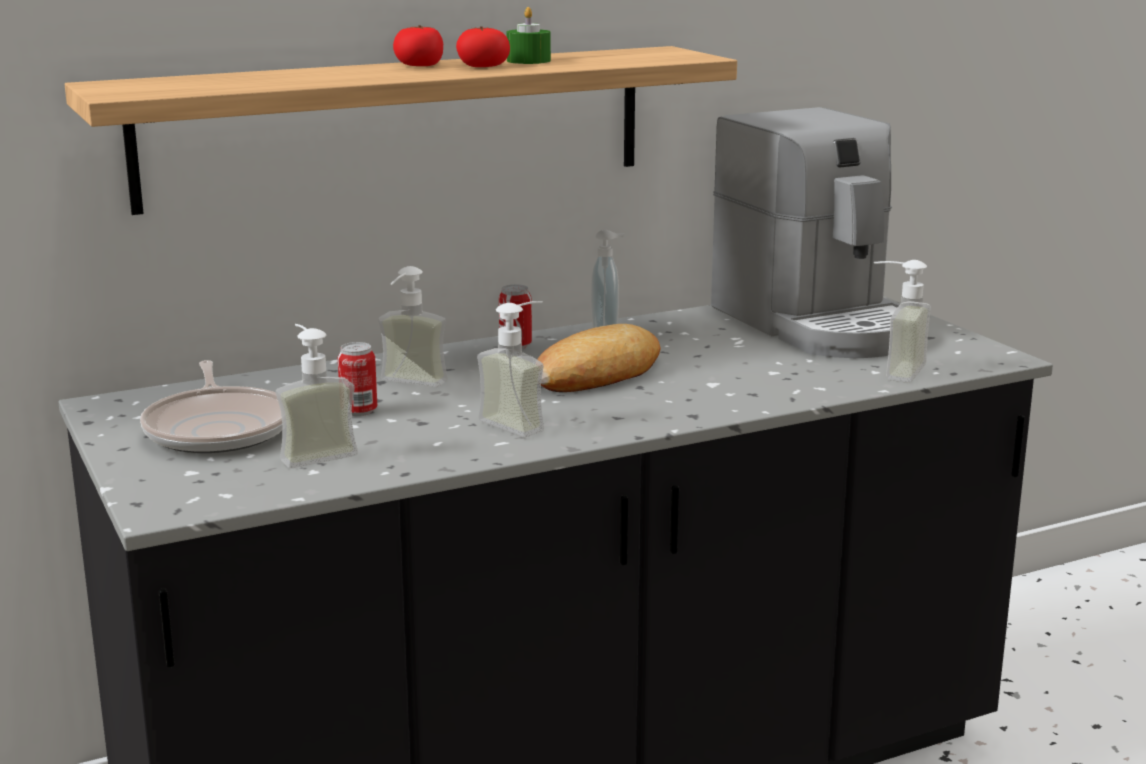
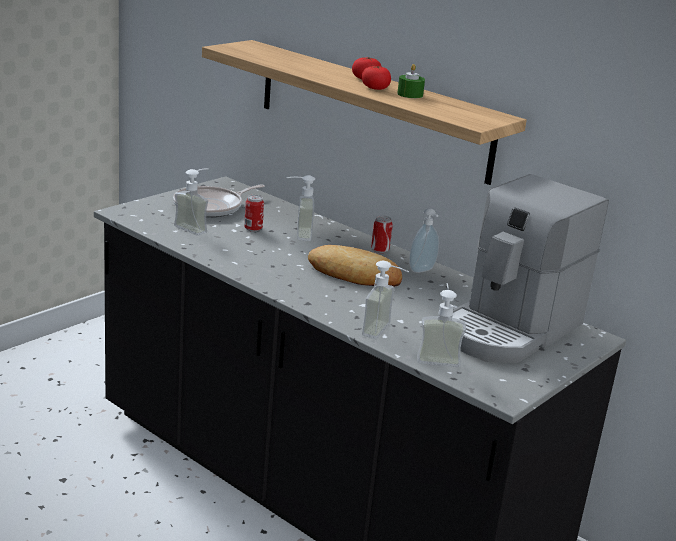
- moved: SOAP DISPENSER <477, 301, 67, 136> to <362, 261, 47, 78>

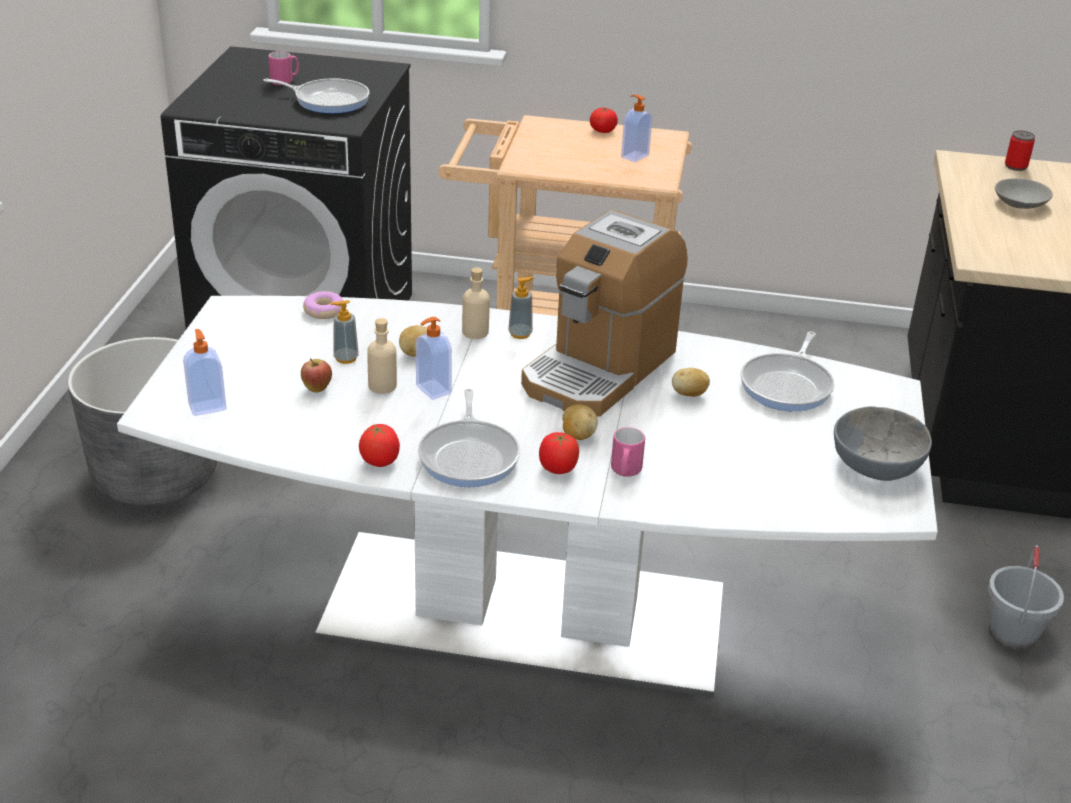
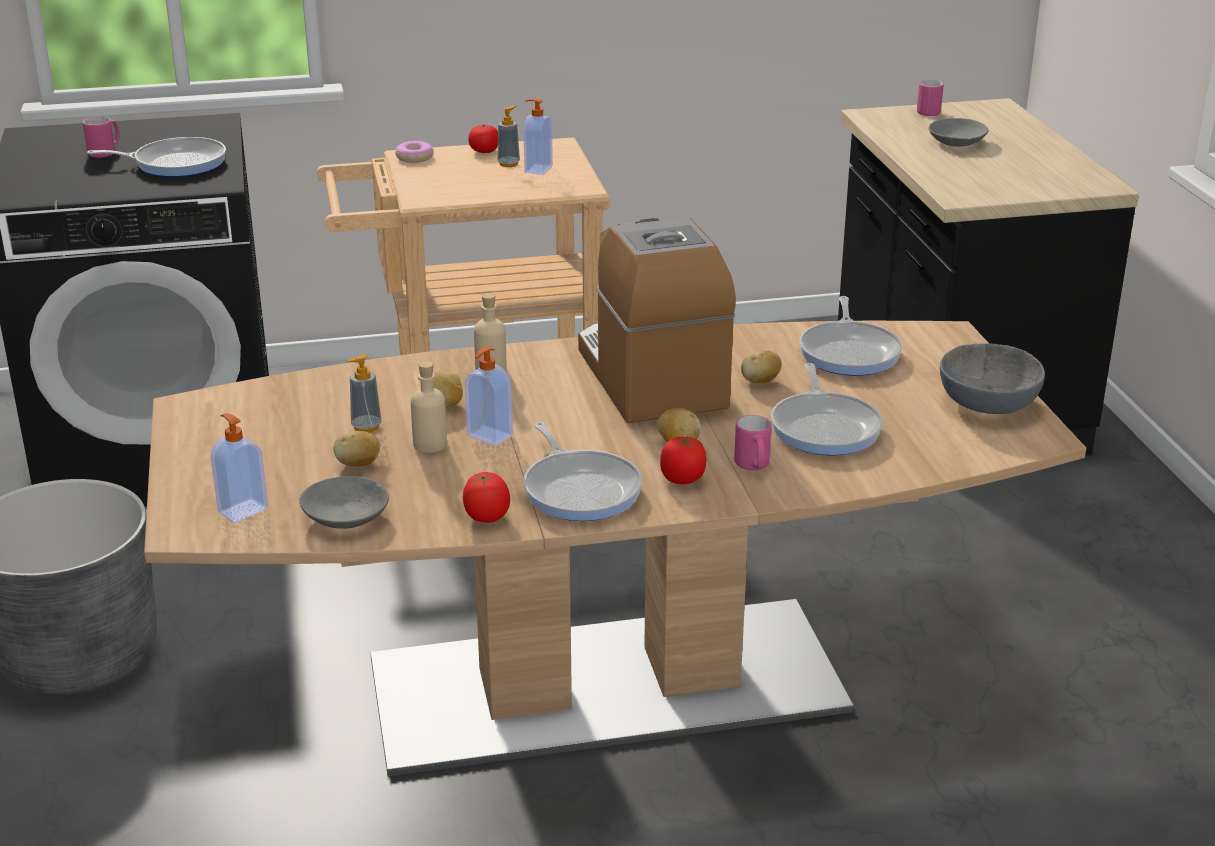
- recoloured: WHITE DINING TABLE <117, 296, 821, 401> to BROWN DINING TABLE <144, 321, 942, 456>
- replaced: APPLE <301, 359, 31, 33> to POTATO <333, 431, 47, 35>
- moved: DONUT <303, 291, 41, 28> to <395, 141, 39, 22>
- moved: SOAP DISPENSER <508, 277, 26, 62> to <498, 106, 22, 61>
- turned: COFFEE MACHINE <521, 210, 167, 207> = <578, 217, 158, 206> 150 degrees clockwise
- removed: GREY BUCKET <988, 545, 76, 105>
- replaced: CAN <1005, 130, 30, 41> to PINK MUG <917, 80, 27, 36>
- added: GREY BOWL <300, 476, 89, 53>
- added: FRYING PAN <771, 363, 112, 92>

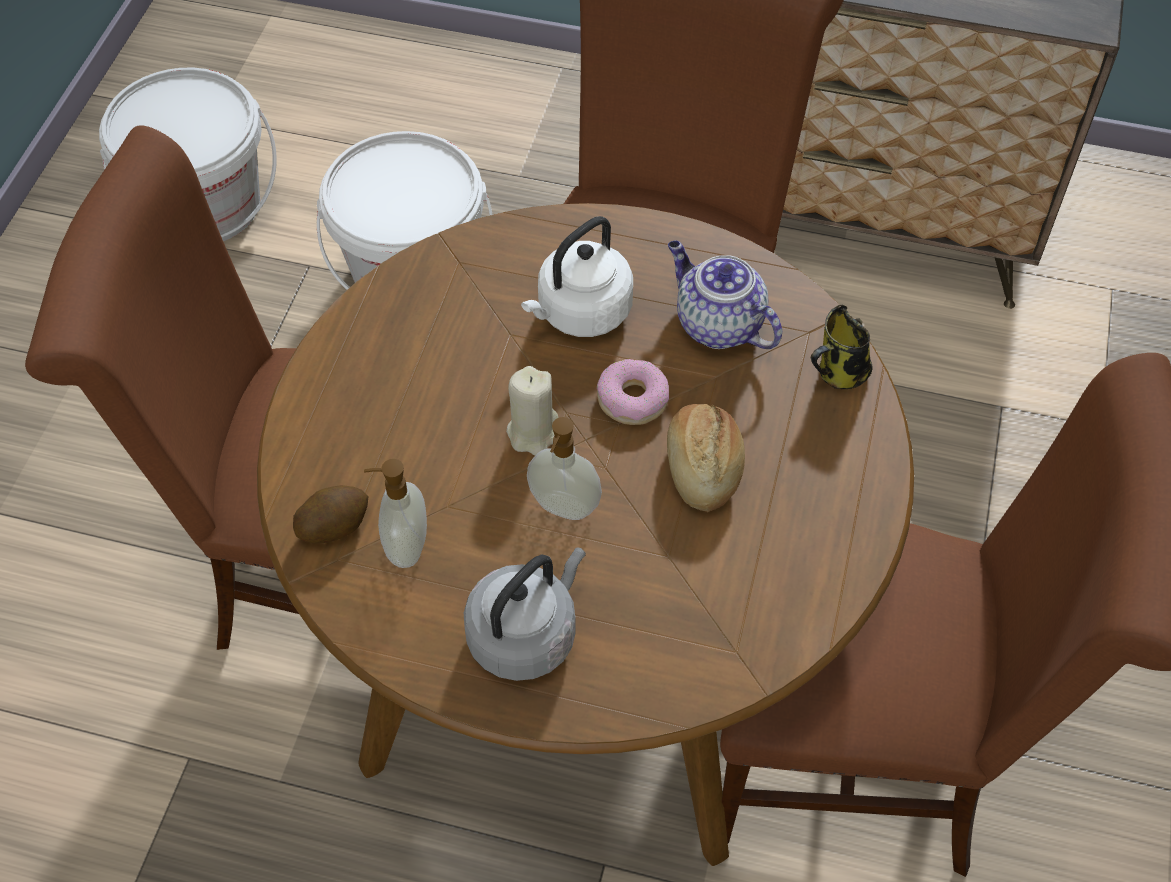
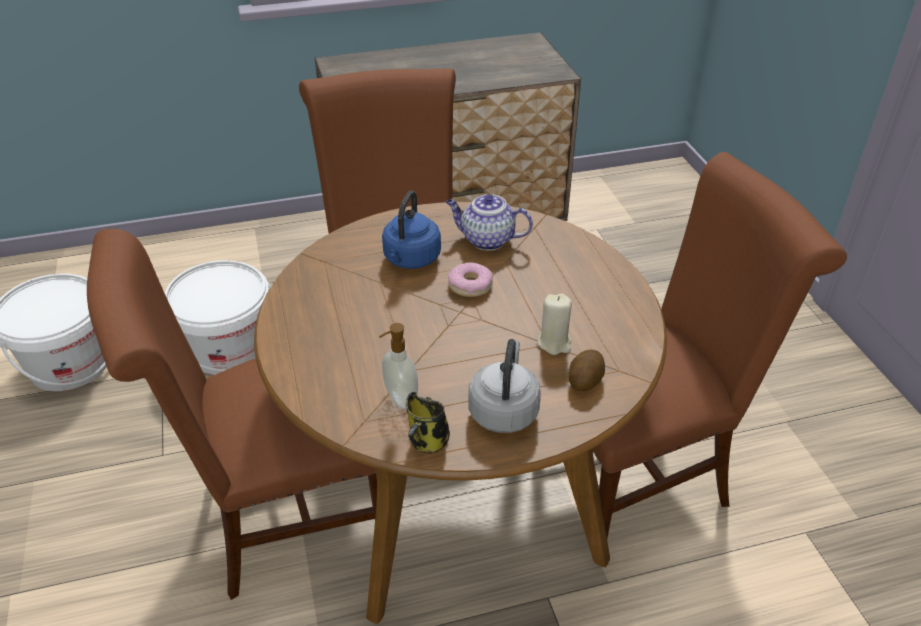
- moved: POTATO <293, 485, 76, 59> to <569, 350, 36, 41>
- moved: BEIGE CANDLE <506, 366, 53, 90> to <538, 293, 34, 62>
- recoloured: WHITE KETTLE <521, 216, 112, 121> to BLUE KETTLE <382, 191, 59, 78>
- removed: SOAP DISPENSER <527, 417, 75, 103>
- removed: BREAD <667, 404, 78, 108>
- moved: MUG <811, 304, 62, 85> to <406, 392, 44, 62>

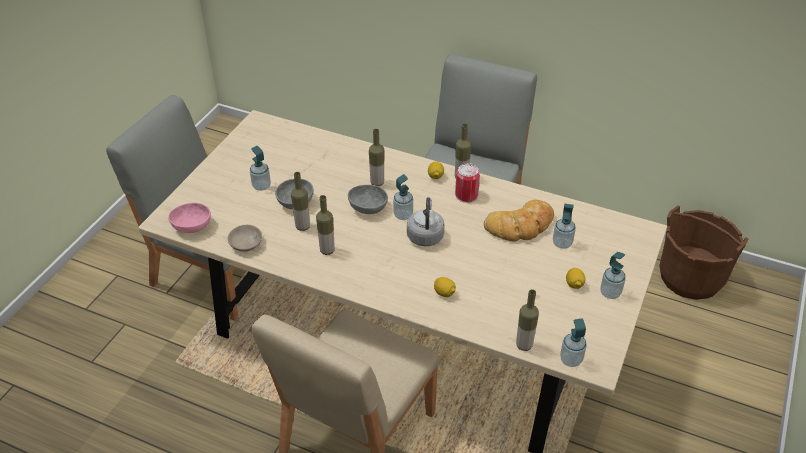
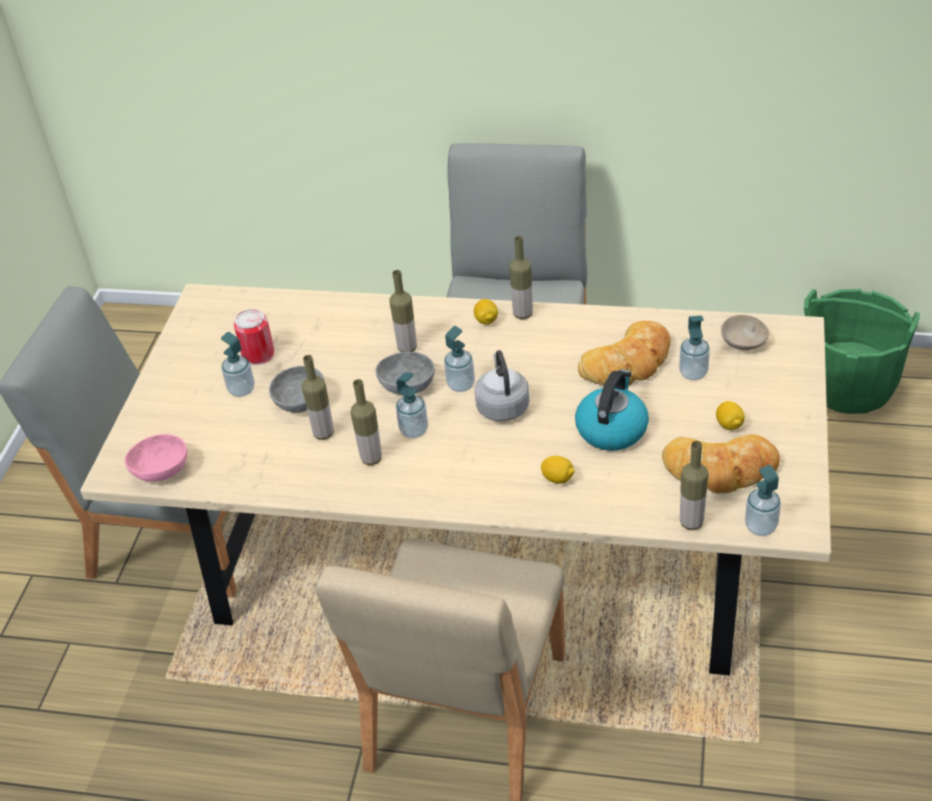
- moved: BEIGE BOWL <228, 225, 34, 26> to <721, 315, 48, 35>
- moved: CAN <455, 163, 25, 40> to <234, 309, 40, 56>
- moved: SOAP DISPENSER <600, 252, 26, 47> to <396, 372, 32, 66>
- recoloured: BROWN BUCKET <659, 206, 89, 94> to GREEN BUCKET <804, 289, 116, 125>
- added: KETTLE <575, 369, 74, 82>
- added: BREAD <662, 434, 118, 59>

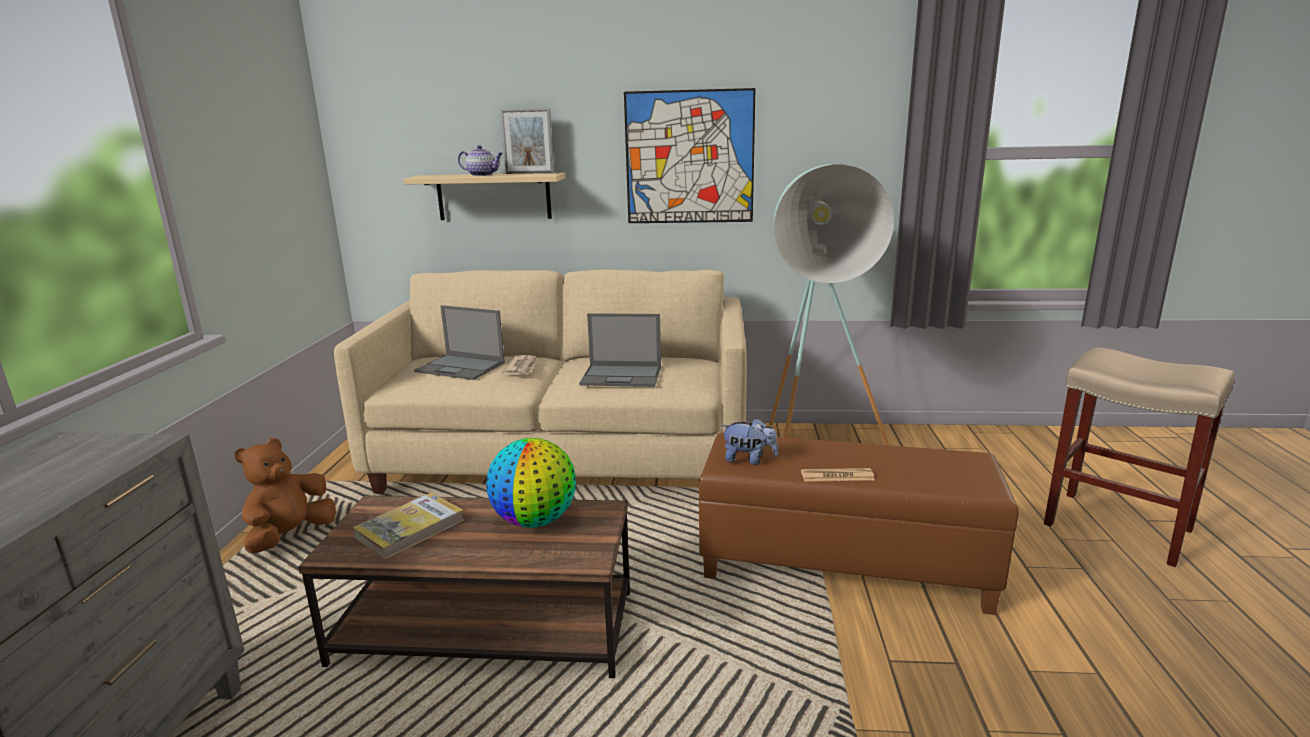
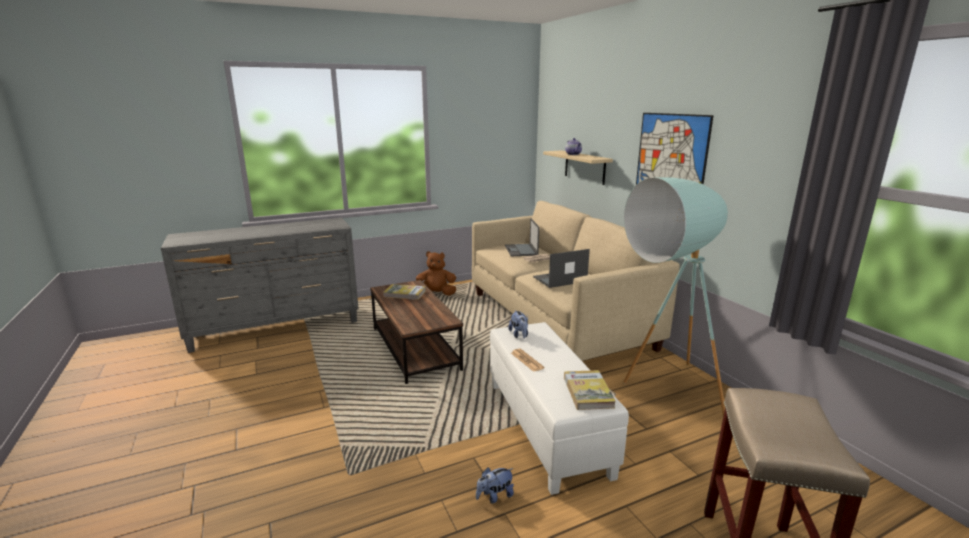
- removed: GLOBE <486, 438, 90, 90>
- removed: PICTURE FRAME <500, 108, 54, 66>
- turned: LAPTOP <579, 313, 82, 74> = <533, 249, 57, 39> 90 degrees clockwise
- recoloured: BROWN OTTOMAN <699, 433, 319, 182> to WHITE OTTOMAN <490, 322, 139, 173>
- added: PLUSH TOY <476, 467, 38, 36>
- added: BOOK <564, 370, 52, 40>

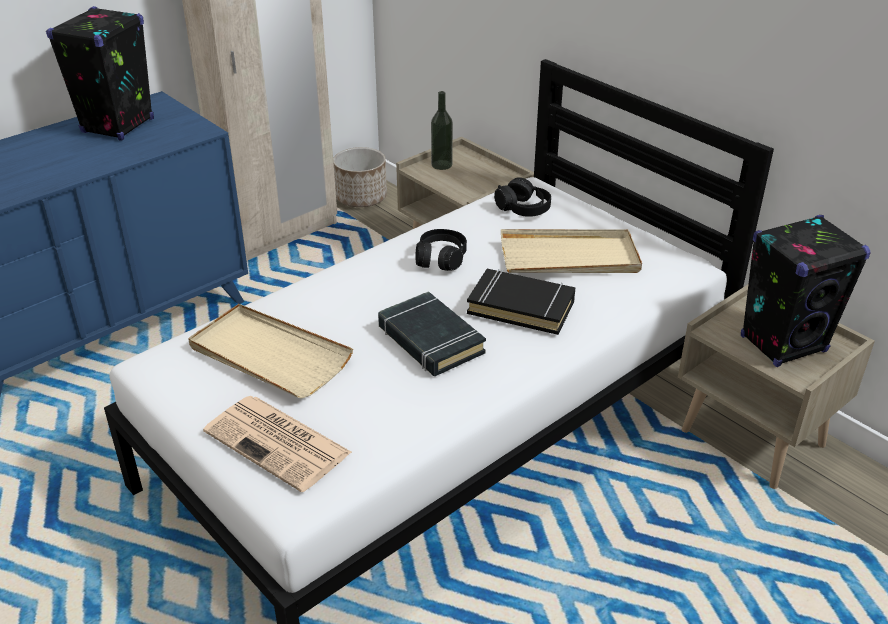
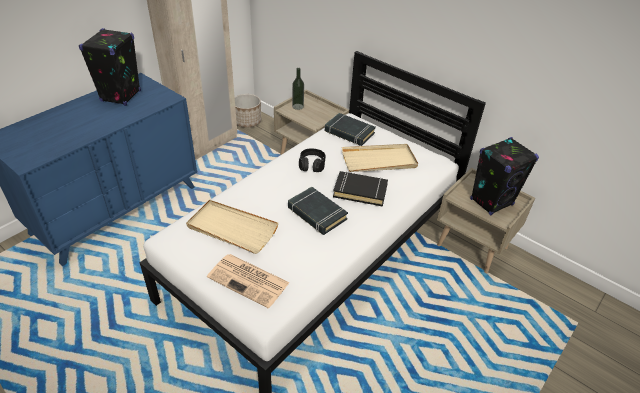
- replaced: BLACK HEADPHONES <494, 177, 57, 40> to BLACK BOOK <325, 113, 51, 33>

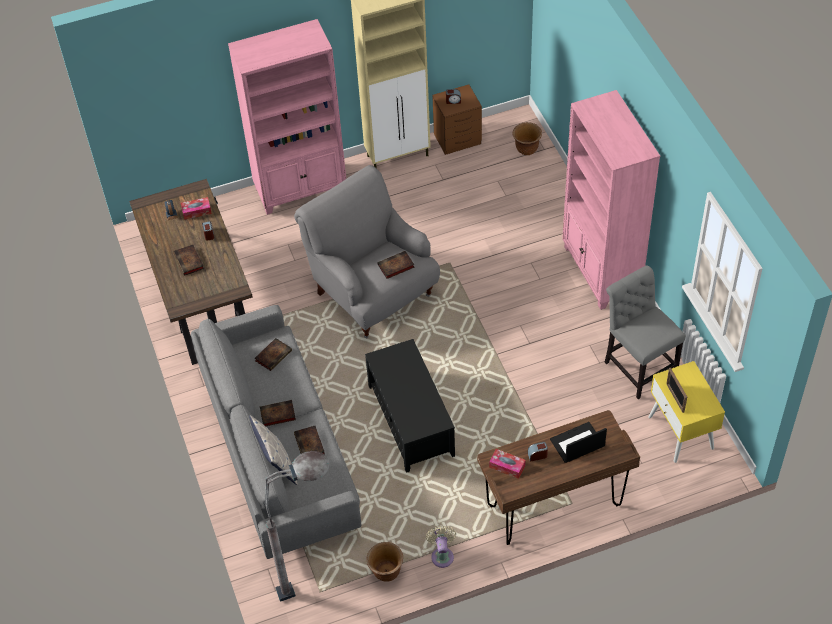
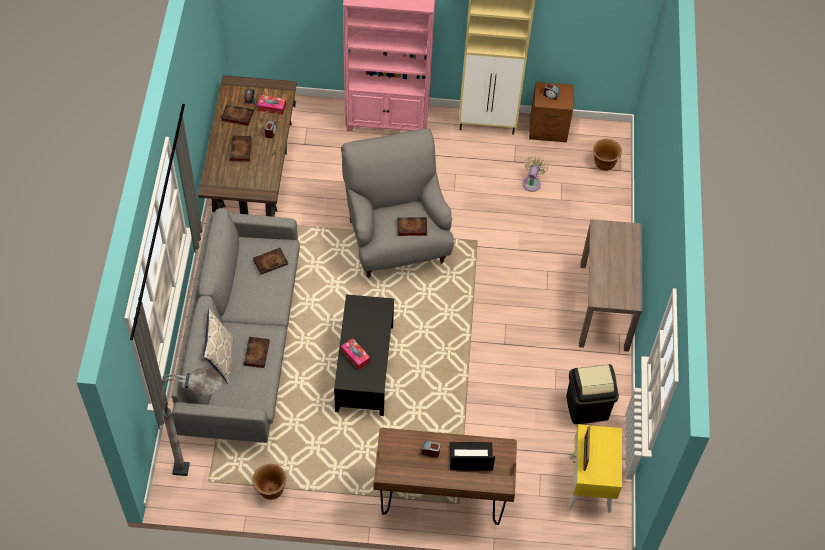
- moved: BOOK <260, 400, 36, 26> to <221, 104, 33, 22>
- moved: BEIGE FAN <426, 526, 30, 42> to <523, 156, 25, 36>
- moved: TISSUE BOX <489, 449, 37, 30> to <341, 338, 29, 32>
- replaced: PINK BOOKCASE <562, 90, 98, 220> to BROWN CONSOLE TABLE <579, 219, 63, 133>
- replaced: GREY CHAIR <605, 266, 81, 133> to BLACK TRASH CAN <566, 364, 53, 60>

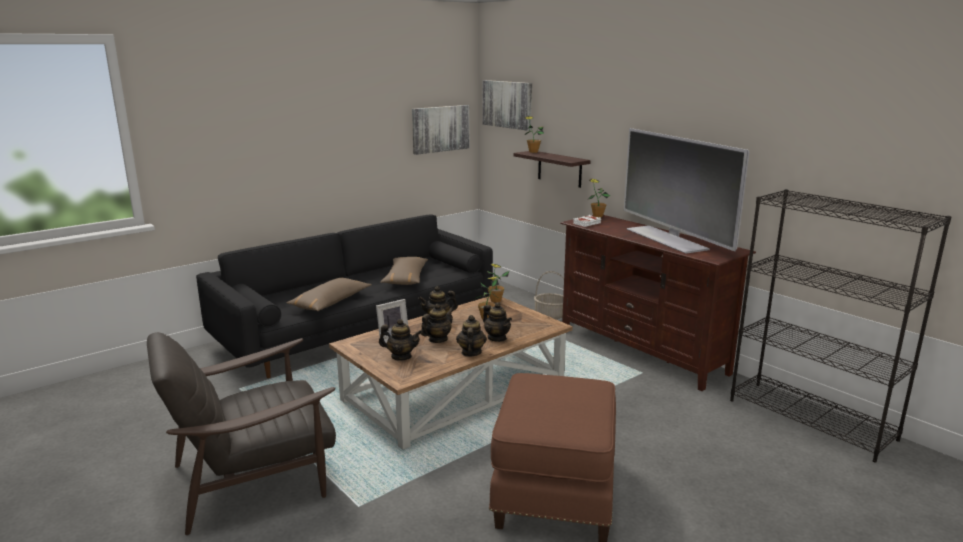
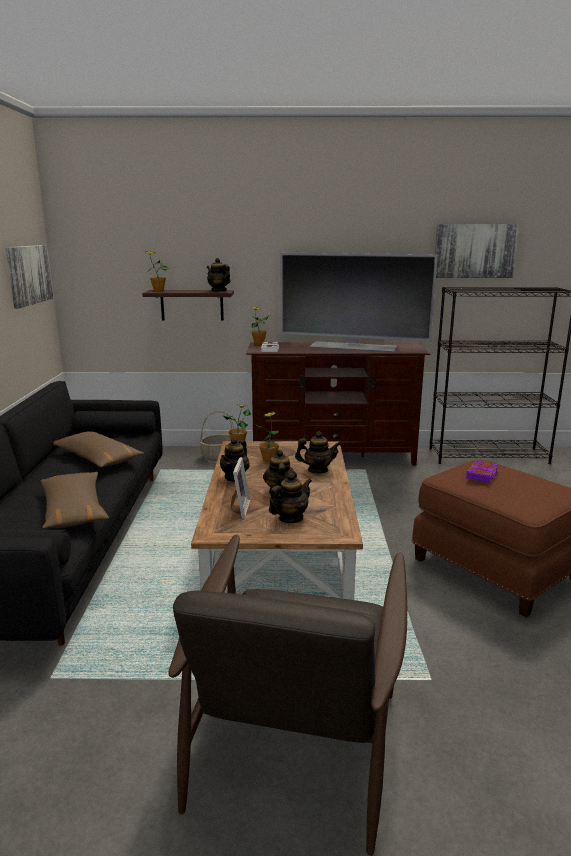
- moved: TEAPOT <456, 315, 31, 42> to <207, 258, 23, 34>
- moved: PICTURE <482, 80, 50, 51> to <435, 224, 84, 54>
- added: PURPLE BOOK <466, 460, 32, 23>

